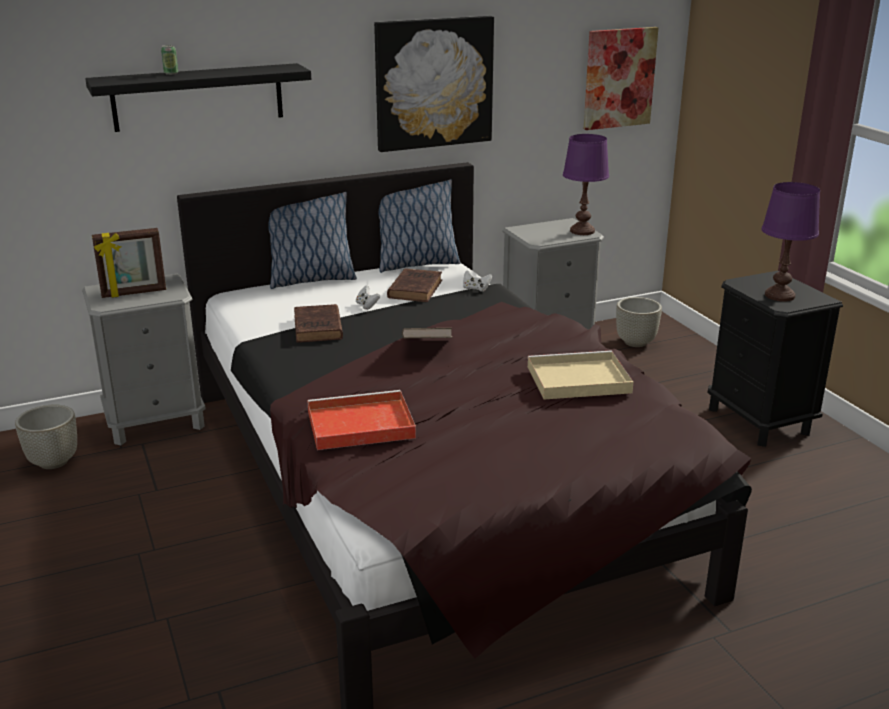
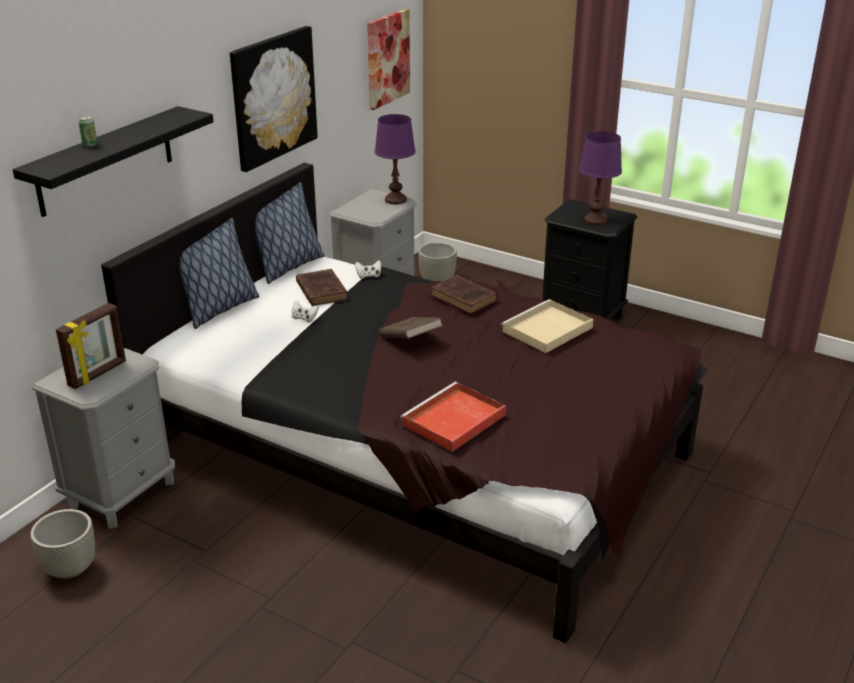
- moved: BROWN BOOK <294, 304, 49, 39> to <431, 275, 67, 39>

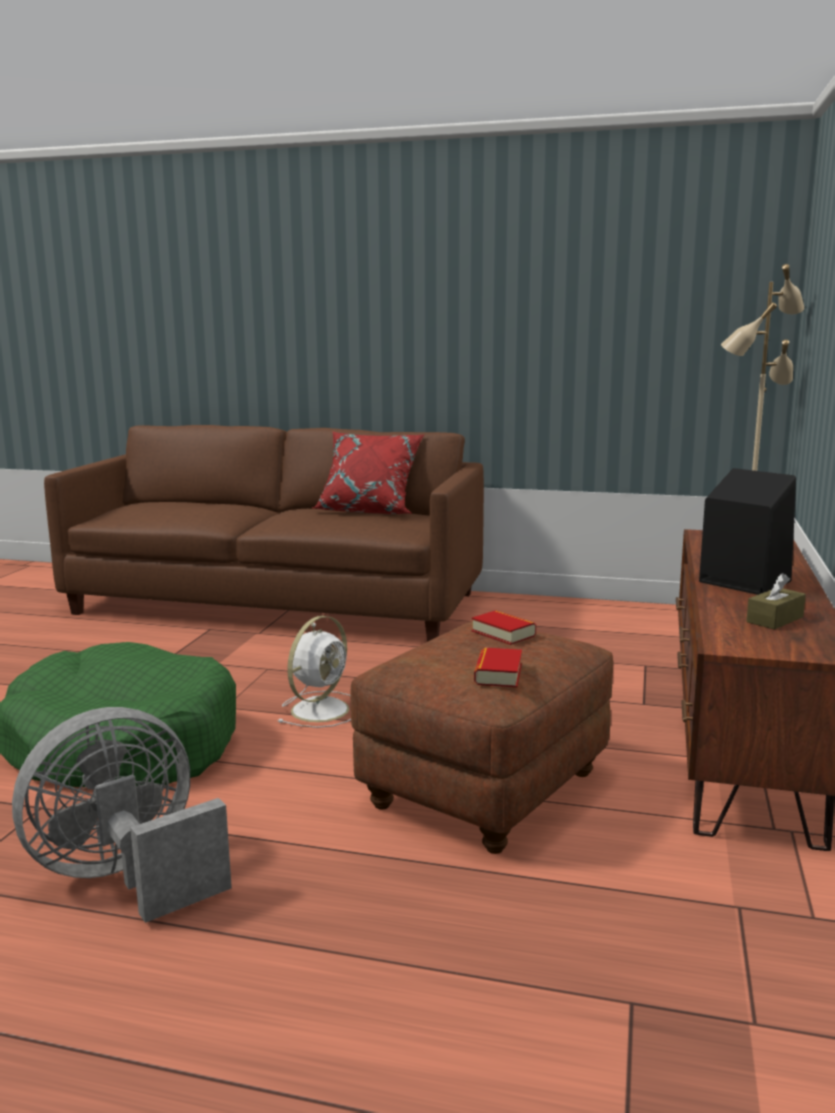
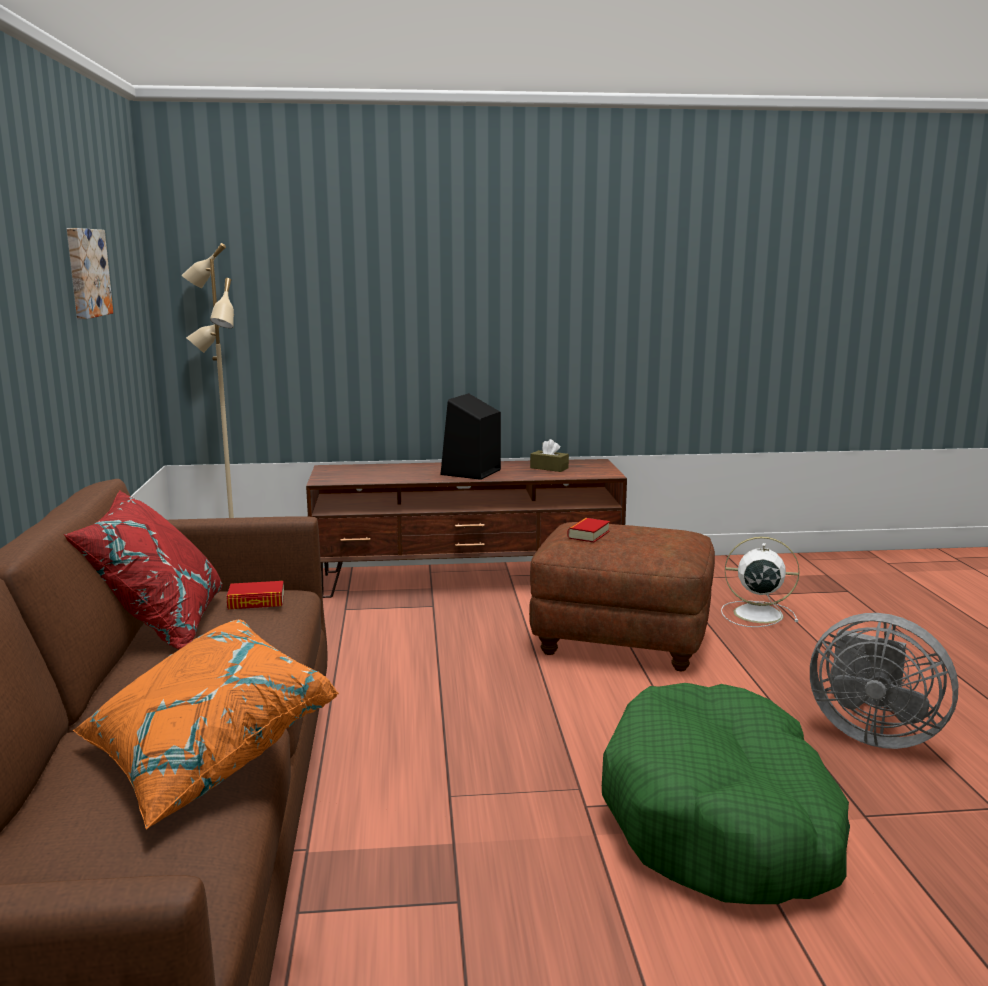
- moved: WHITE FAN <277, 616, 74, 112> to <721, 536, 78, 91>
- moved: BOOK <474, 647, 48, 40> to <227, 581, 57, 28>
- added: PICTURE <67, 228, 46, 91>
- added: ORANGE PILLOW <73, 619, 266, 211>

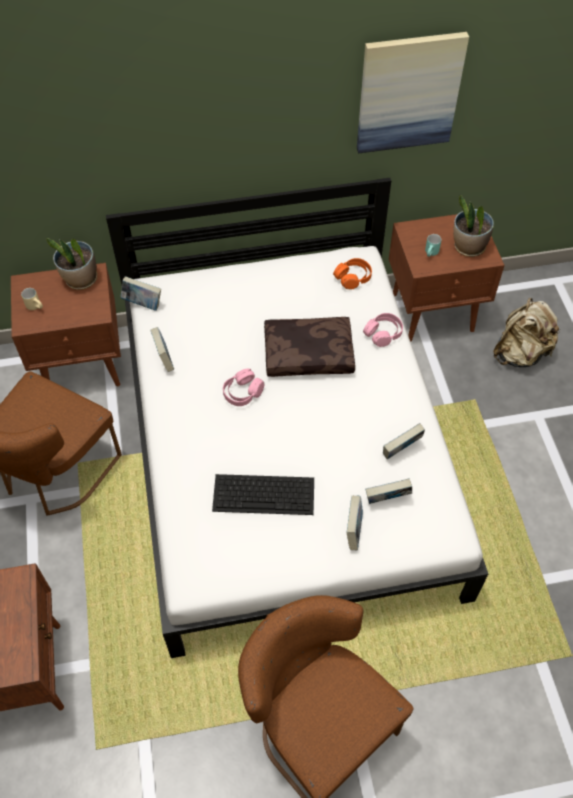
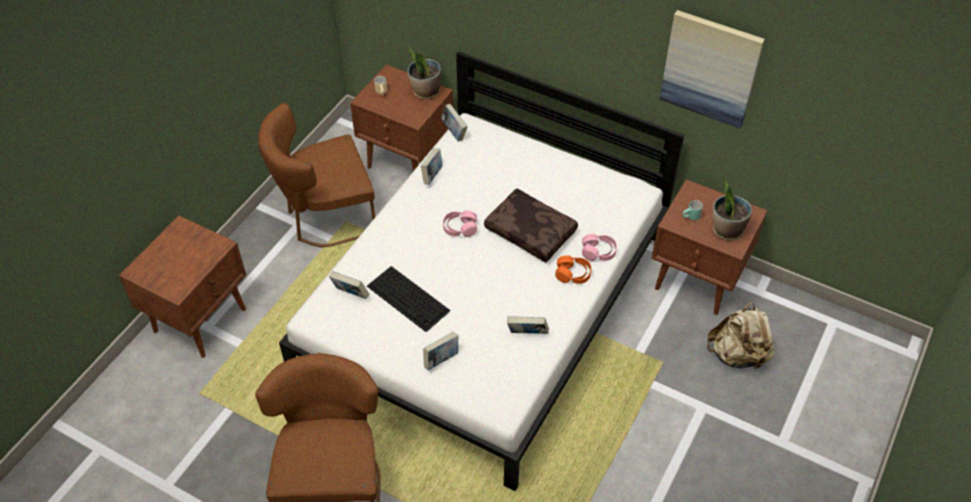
- moved: ORANGE HEADPHONES <333, 258, 39, 31> to <555, 255, 36, 29>
- moved: BOOK <365, 478, 47, 26> to <329, 271, 40, 28>

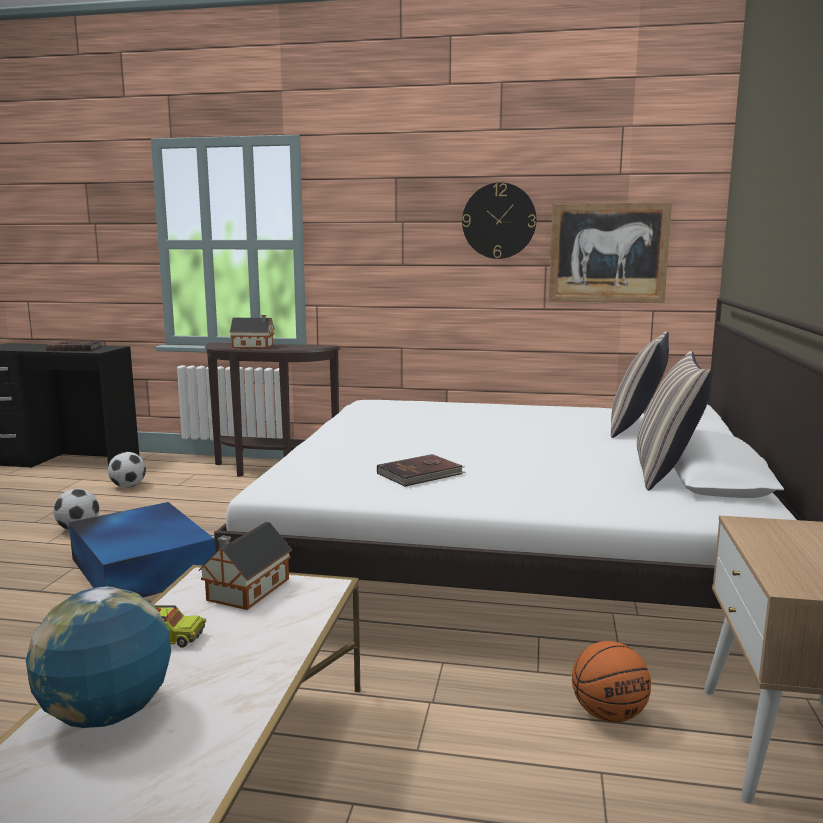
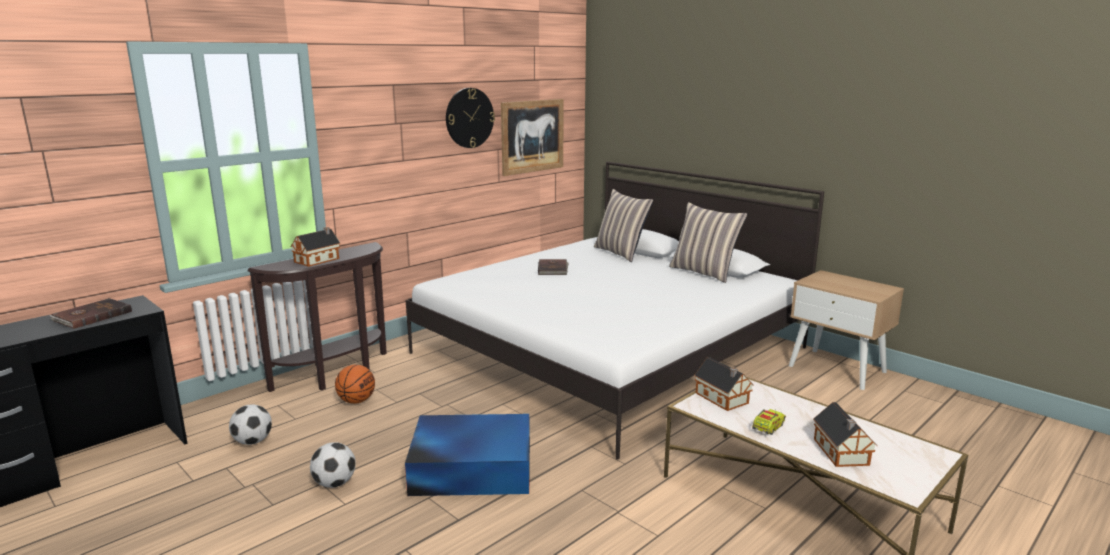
- replaced: GLOBE <26, 587, 145, 141> to TOY HOUSE <813, 402, 64, 65>
- moved: BROWN BOOK <377, 454, 89, 33> to <538, 259, 31, 16>
- moved: BASKETBALL <572, 641, 79, 82> to <335, 365, 40, 39>

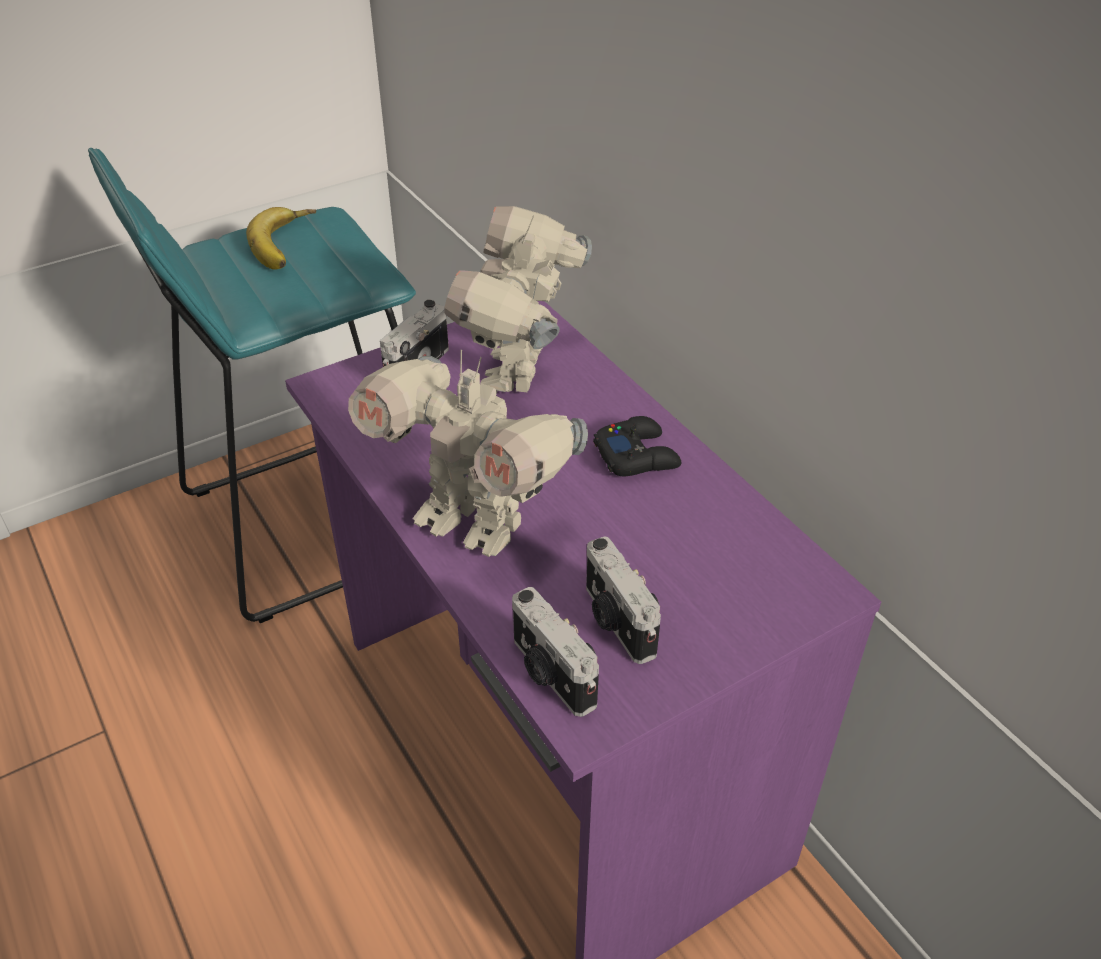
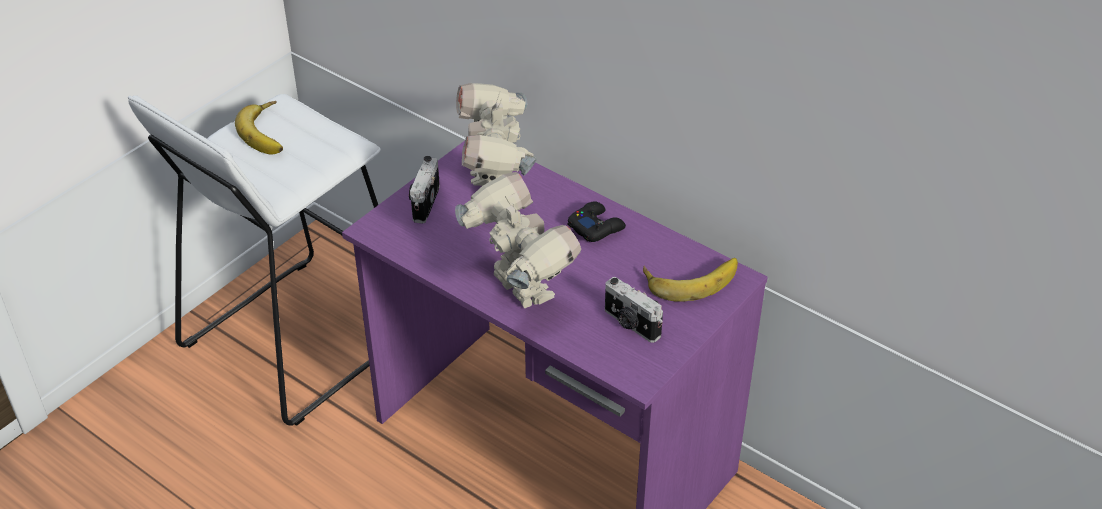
- recoloured: TURQUOISE STOOL <88, 148, 328, 475> to WHITE STOOL <128, 94, 253, 332>
- turned: TOY ROBOT <348, 350, 240, 207> = <455, 172, 126, 136> 135 degrees counterclockwise
- removed: PHOTO CAMERA <512, 587, 87, 130>
- added: BANANA <643, 258, 95, 44>

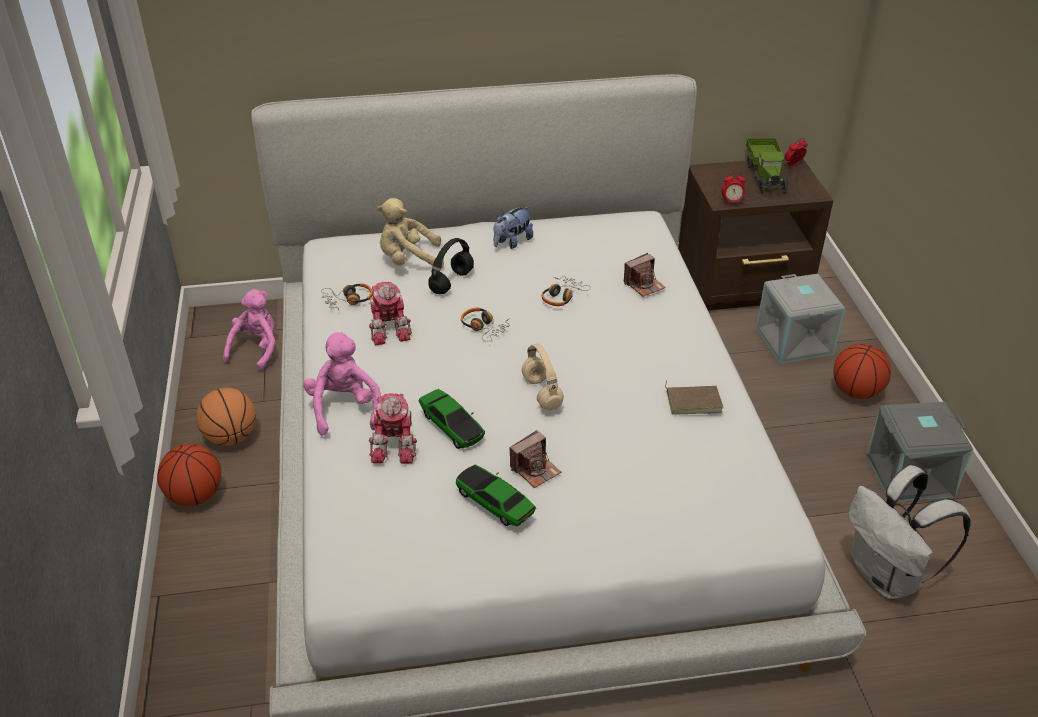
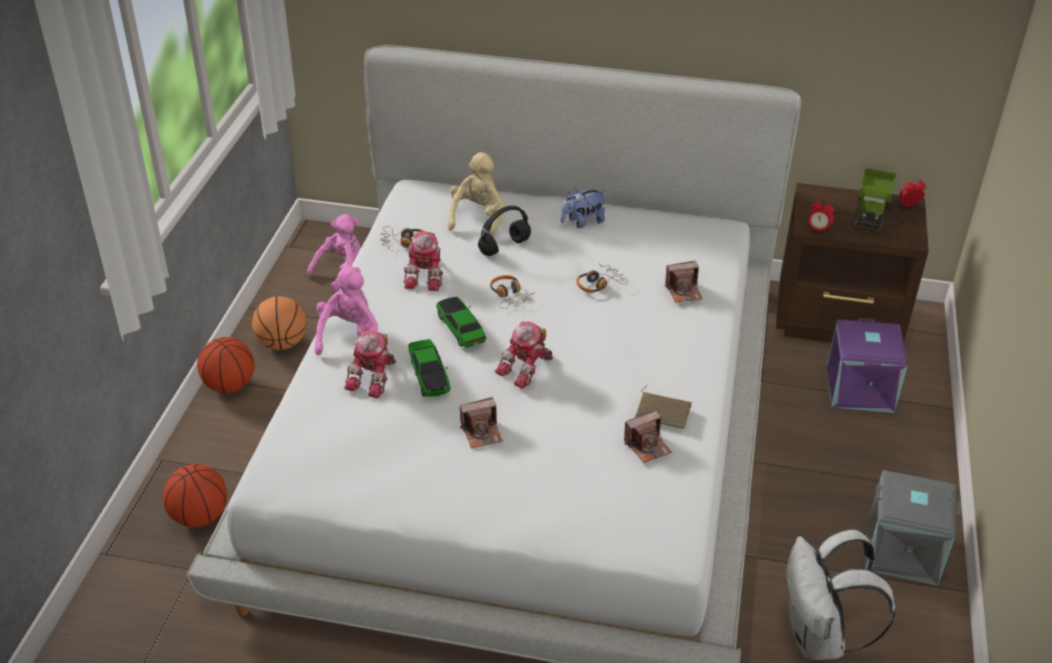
- turned: BEIGE PLUSH TOY <377, 198, 67, 70> = <448, 152, 56, 84> 90 degrees clockwise
- moved: TOY CAR <456, 464, 80, 62> to <436, 297, 51, 51>
- replaced: BEIGE HEADPHONES <522, 343, 42, 67> to TOY ROBOT <495, 321, 58, 68>
- recoloured: GREY STORAGE BOX <756, 274, 89, 90> to PURPLE STORAGE BOX <827, 318, 80, 95>
- moved: BASKETBALL <834, 344, 57, 55> to <163, 464, 64, 63>
- added: PHOTO CAMERA <624, 409, 48, 54>

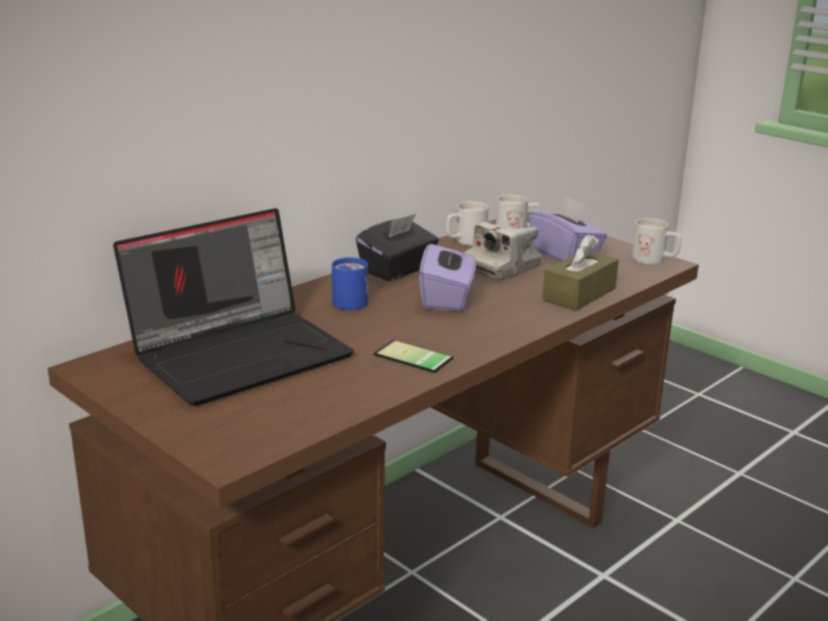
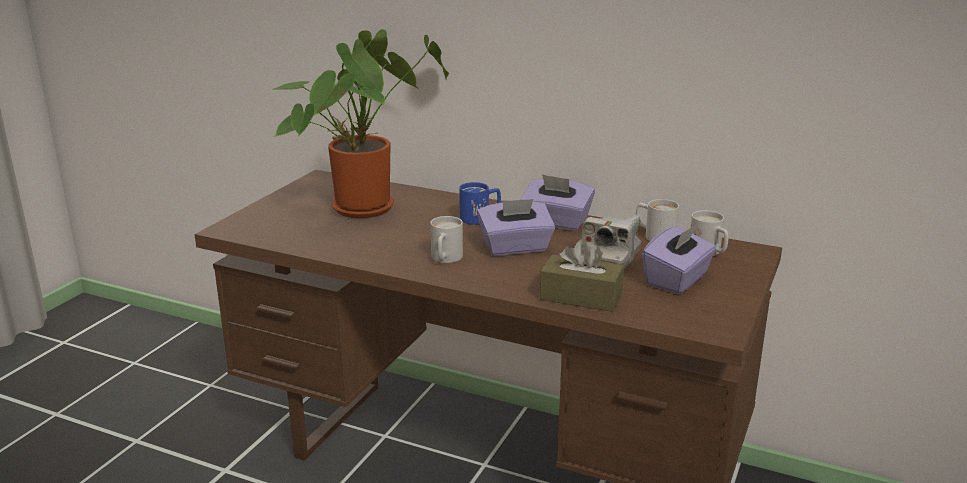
- replaced: LAPTOP <113, 208, 241, 198> to POTTED PLANT <274, 29, 175, 189>
- recoloured: BLACK TISSUE BOX <356, 214, 83, 67> to PURPLE TISSUE BOX <521, 174, 74, 57>
- removed: PHONE <374, 339, 79, 34>
- turned: PHOTO CAMERA <464, 222, 78, 58> = <581, 215, 60, 55> 90 degrees counterclockwise
- moved: WHITE MUG <632, 218, 49, 46> to <430, 216, 33, 47>

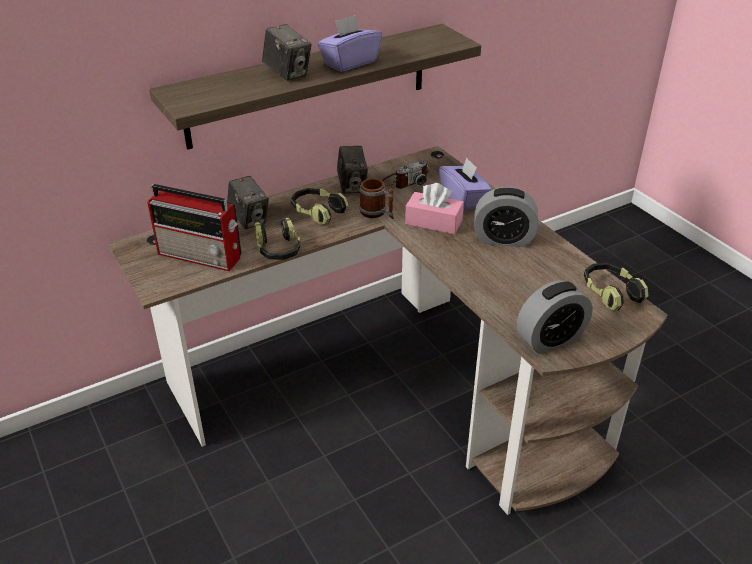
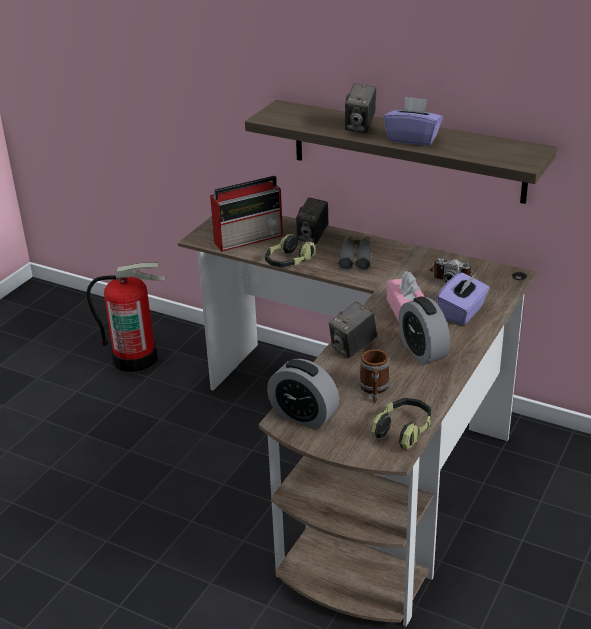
- turned: RADIO <147, 184, 94, 87> = <210, 176, 73, 75> 105 degrees counterclockwise
- replaced: HEADPHONES <291, 188, 57, 37> to GREY BINOCULARS <338, 236, 33, 35>
- moved: PHOTO CAMERA <337, 146, 31, 48> to <329, 301, 48, 57>
- moved: MUG <359, 178, 35, 41> to <359, 349, 31, 54>
- added: FIRE EXTINGUISHER <86, 262, 80, 110>

